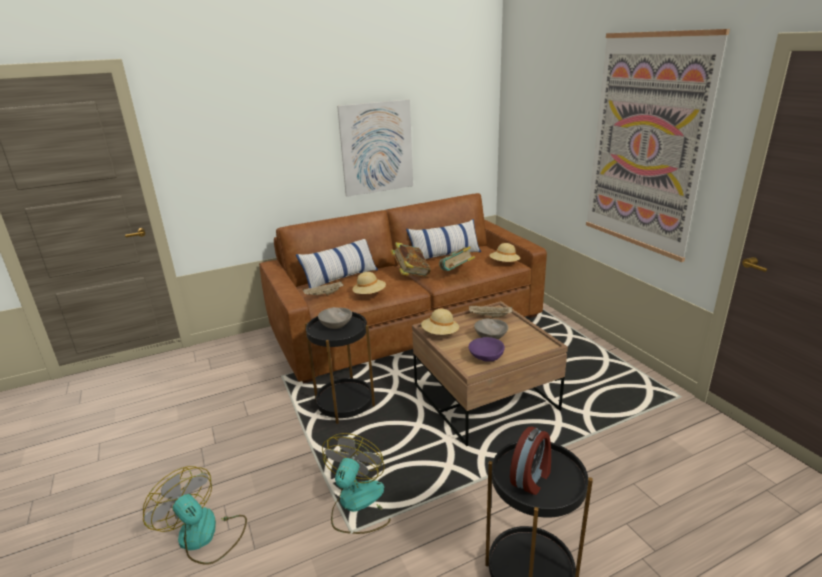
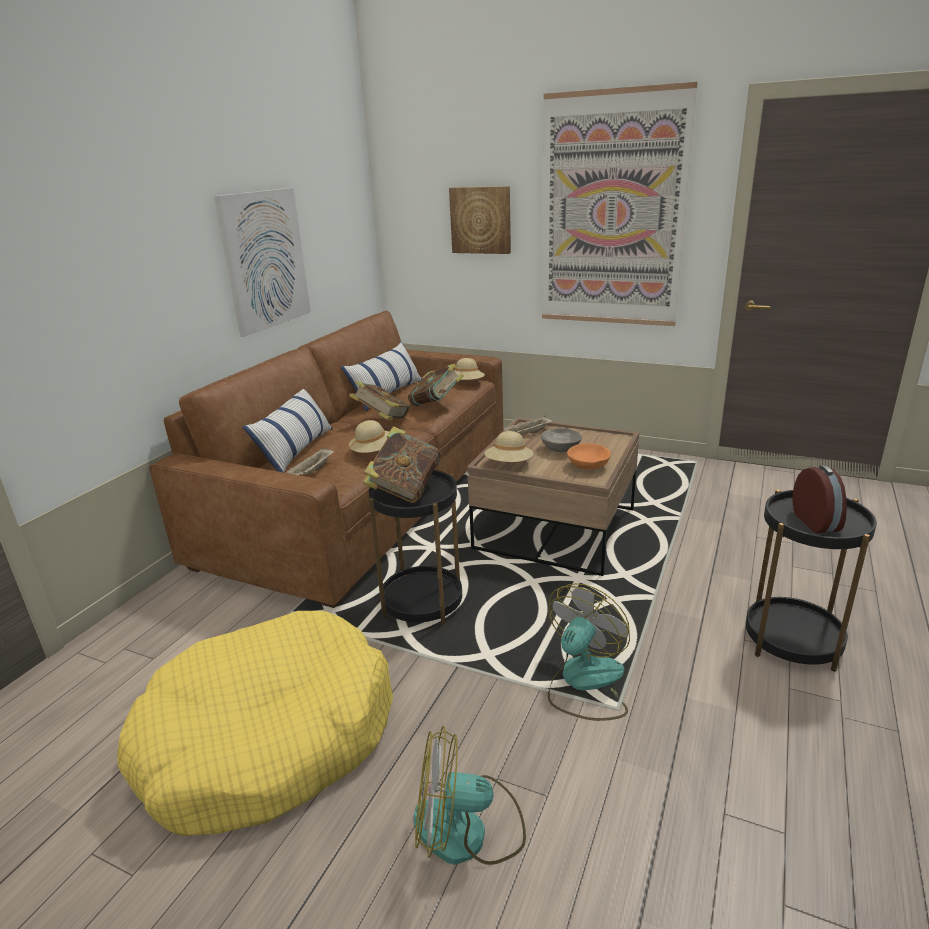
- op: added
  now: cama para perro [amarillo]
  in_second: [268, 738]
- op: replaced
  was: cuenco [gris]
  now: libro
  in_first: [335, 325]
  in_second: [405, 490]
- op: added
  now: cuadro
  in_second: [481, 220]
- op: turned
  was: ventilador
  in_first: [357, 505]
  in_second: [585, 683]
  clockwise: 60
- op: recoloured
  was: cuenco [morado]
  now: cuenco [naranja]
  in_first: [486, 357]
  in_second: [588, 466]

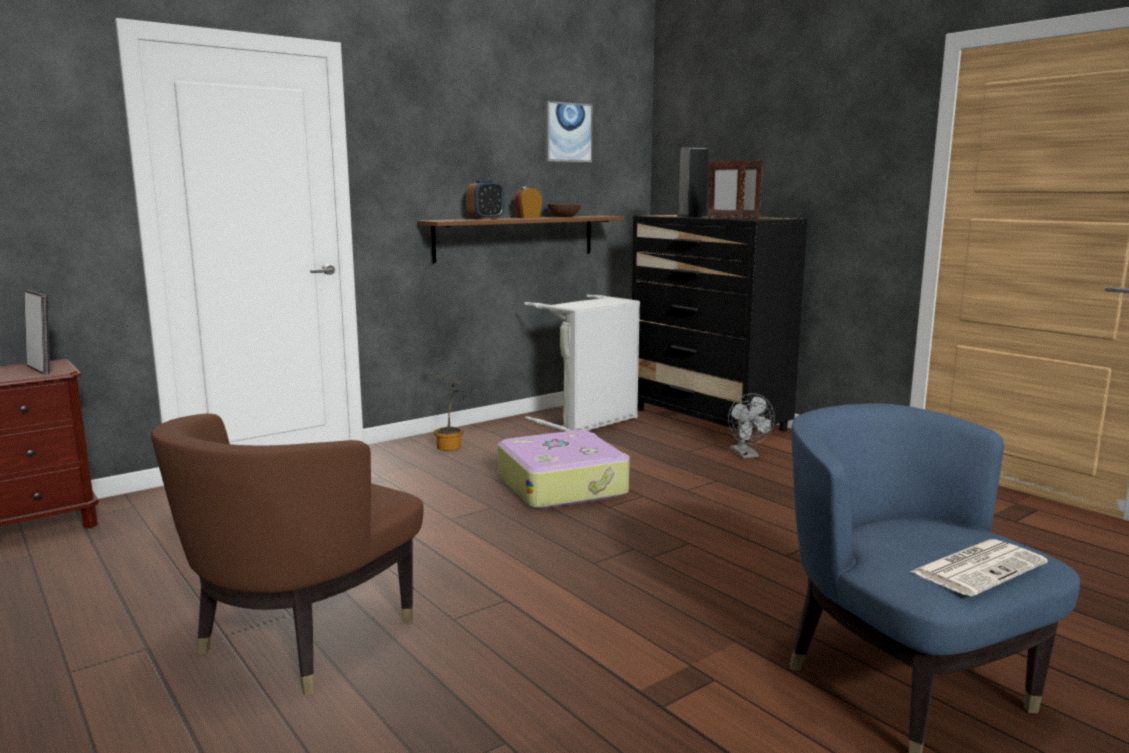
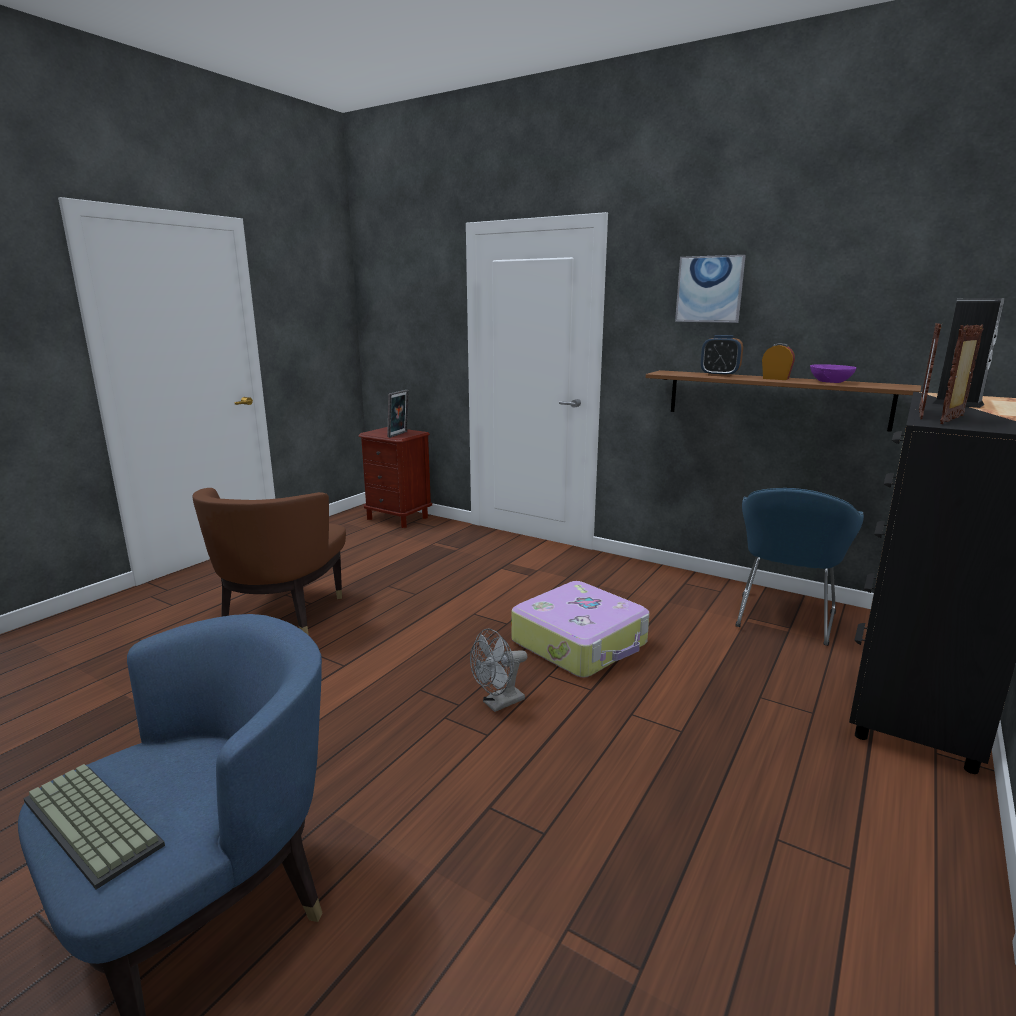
- op: replaced
  was: periódico
  now: teclado
  in_first: [978, 567]
  in_second: [96, 822]
- op: turned
  was: sillón [marrón]
  in_first: [303, 639]
  in_second: [282, 615]
  clockwise: -90
- op: moved
  was: ventilador [gris]
  in_first: [747, 455]
  in_second: [498, 703]
- op: moved
  was: cuadro
  in_first: [567, 132]
  in_second: [709, 289]
- op: replaced
  was: cesto de la ropa [gris]
  now: sillón [azul]
  in_first: [589, 421]
  in_second: [783, 621]
- op: recoloured
  was: cuenco [marrón]
  now: cuenco [morado]
  in_first: [563, 217]
  in_second: [830, 382]
- op: removed
  was: planta en maceta
  in_first: [453, 447]

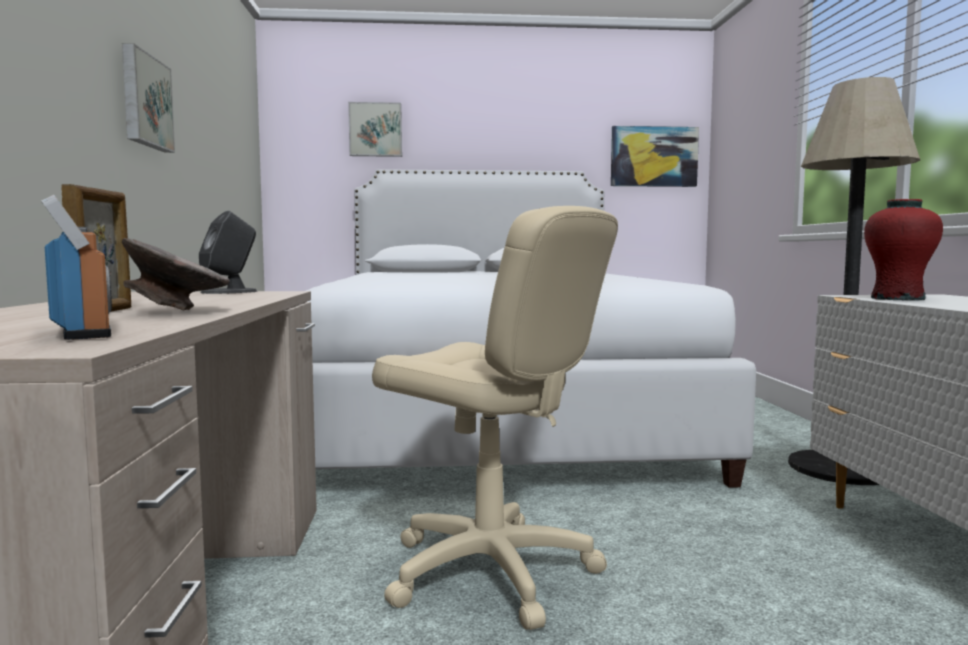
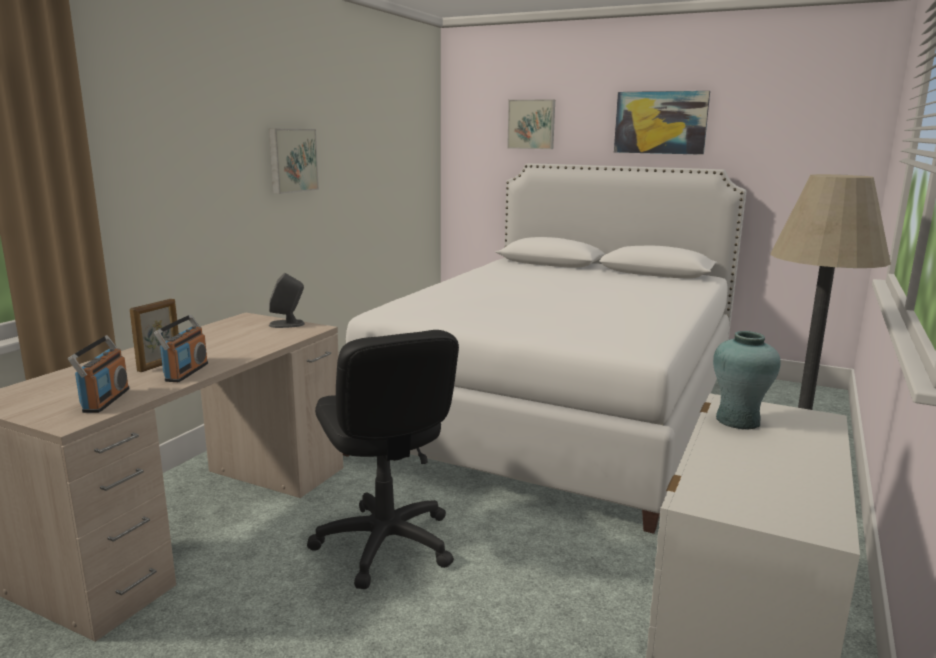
- op: replaced
  was: cuenco [gris]
  now: radio
  in_first: [178, 312]
  in_second: [186, 372]
- op: recoloured
  was: silla de oficina [beis]
  now: silla de oficina [negro]
  in_first: [490, 571]
  in_second: [385, 544]
- op: moved
  was: cuadro
  in_first: [653, 156]
  in_second: [660, 122]
- op: recoloured
  was: florero [rojo]
  now: florero [turquesa]
  in_first: [897, 298]
  in_second: [737, 420]

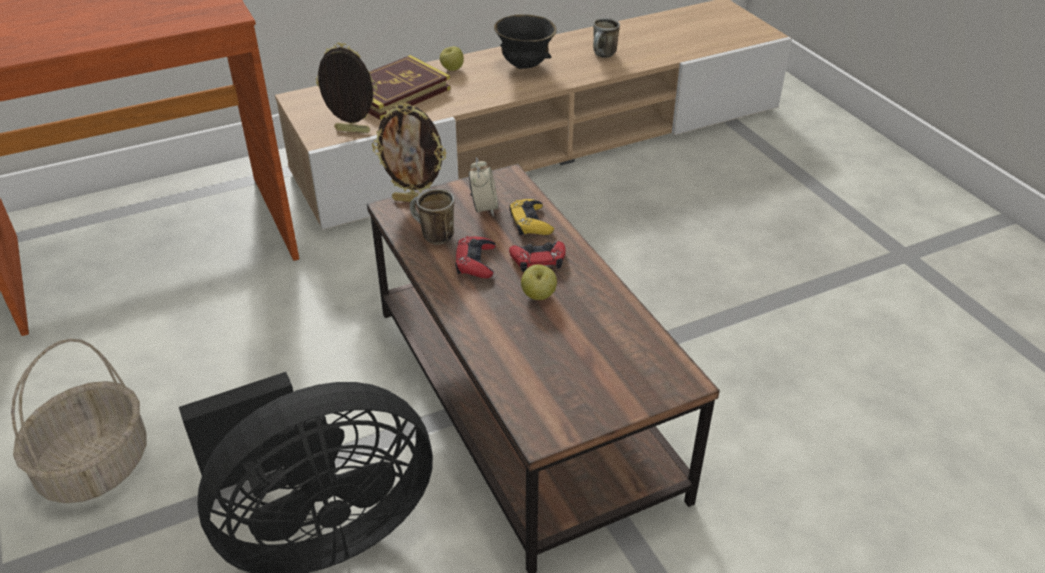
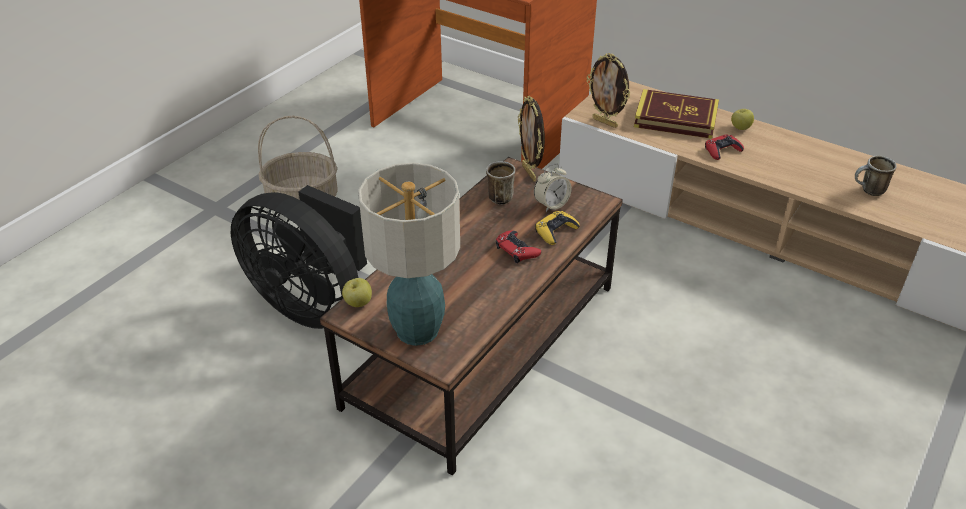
- op: moved
  was: manzana
  in_first: [538, 296]
  in_second: [358, 303]
- op: added
  now: lámpara de mesa
  in_second: [417, 329]
- op: turned
  was: portarretratos
  in_first: [351, 131]
  in_second: [605, 122]
  clockwise: 150
- op: moved
  was: mando de consola [rojo]
  in_first: [475, 262]
  in_second: [722, 150]
- op: removed
  was: cuenco [negro]
  in_first: [524, 66]

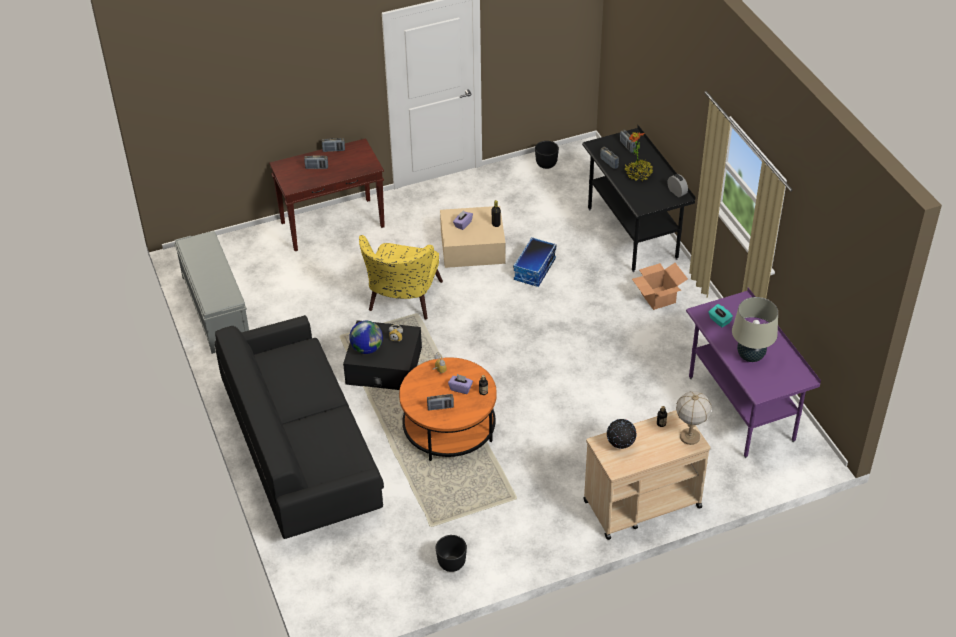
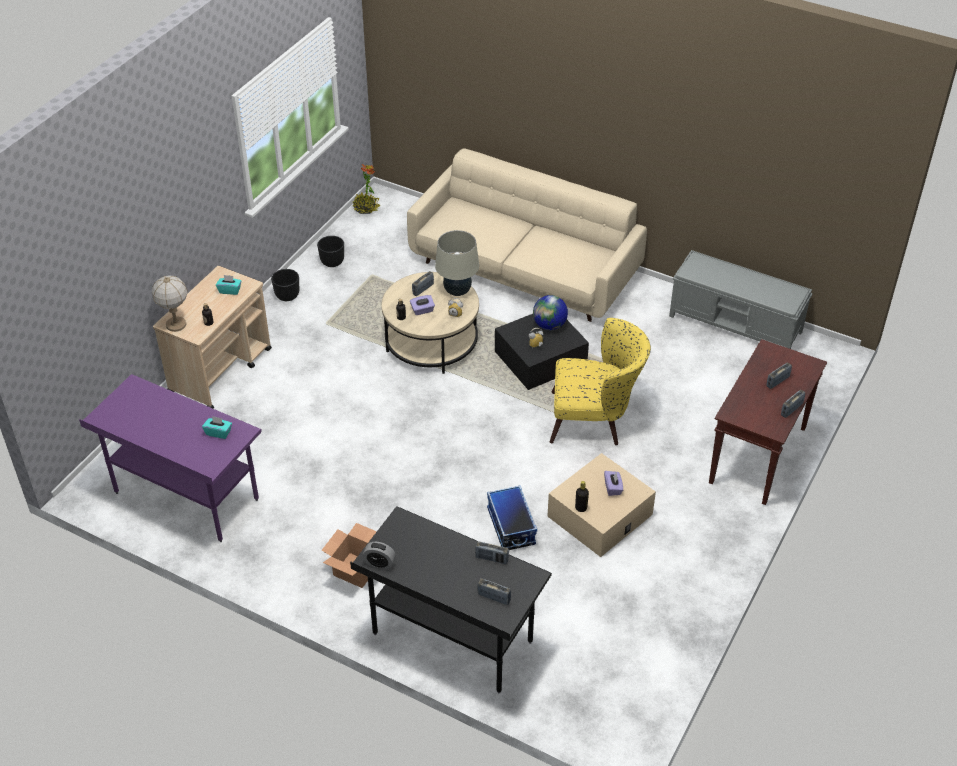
- op: replaced
  was: globo terráqueo
  now: caja de pañuelos [turquesa]
  in_first: [620, 446]
  in_second: [230, 290]
- op: moved
  was: maceta [negro]
  in_first: [546, 164]
  in_second: [287, 296]
- op: moved
  was: planta en maceta
  in_first: [638, 174]
  in_second: [366, 208]
- op: recoloured
  was: mesa de centro [naranja]
  now: mesa de centro [beis]
  in_first: [449, 427]
  in_second: [431, 342]
- op: recoloured
  was: sofá [negro]
  now: sofá [beis]
  in_first: [302, 449]
  in_second: [524, 270]
- op: moved
  was: lámpara de mesa [beis]
  in_first: [750, 356]
  in_second: [457, 291]
- op: turned
  was: sillón [amarillo]
  in_first: [402, 302]
  in_second: [594, 419]
  clockwise: 120

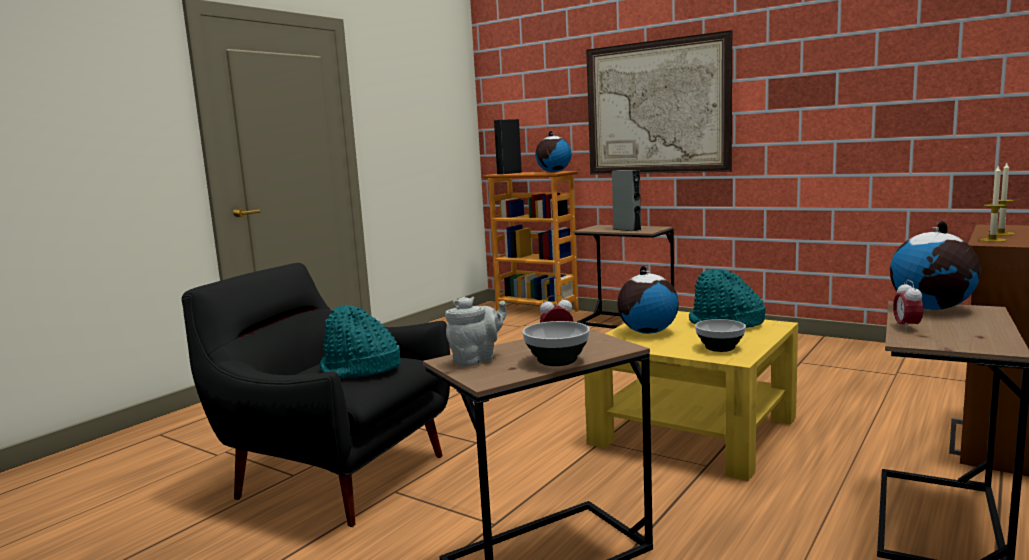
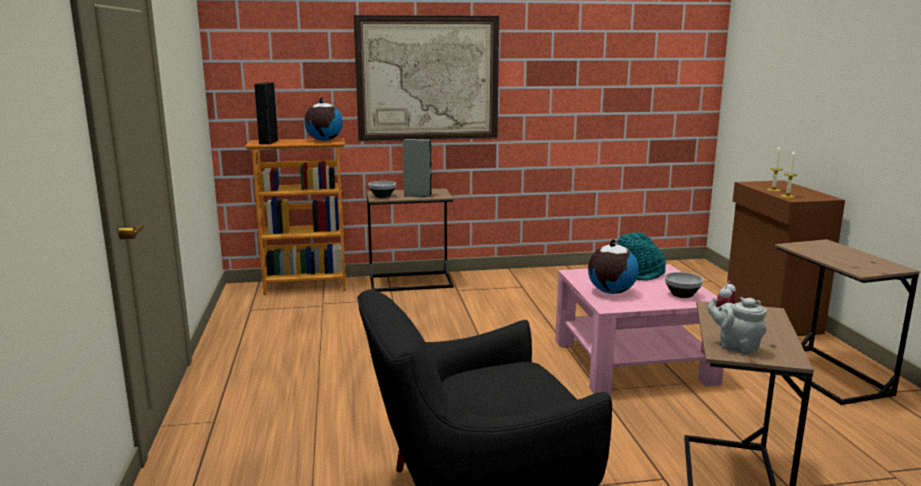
- op: moved
  was: cuenco
  in_first: [556, 361]
  in_second: [382, 196]
- op: recoloured
  was: mesa de centro [amarillo]
  now: mesa de centro [rosa]
  in_first: [694, 431]
  in_second: [632, 361]
- op: turned
  was: tetera [gris]
  in_first: [477, 360]
  in_second: [736, 346]
  clockwise: -60
- op: removed
  was: sombrero [turquesa]
  in_first: [359, 369]
- op: removed
  was: globo terráqueo
  in_first: [932, 308]
- op: removed
  was: despertador
  in_first: [906, 327]

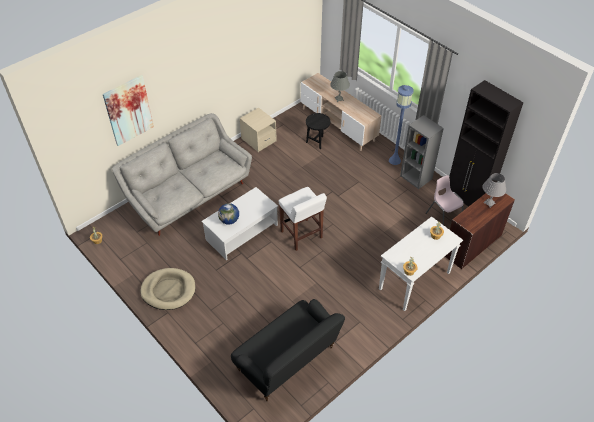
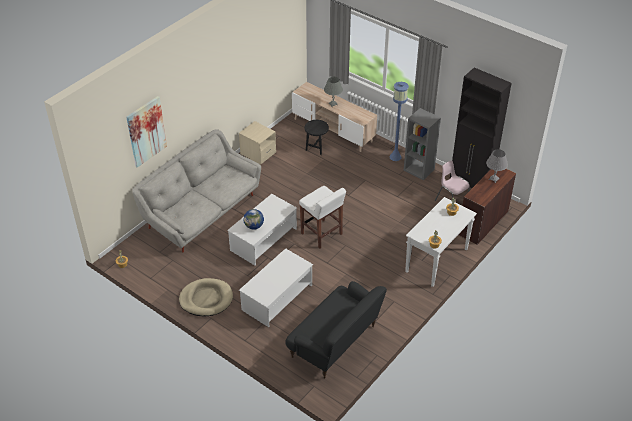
- op: added
  now: mesa de centro [blanco]
  in_second: [277, 298]

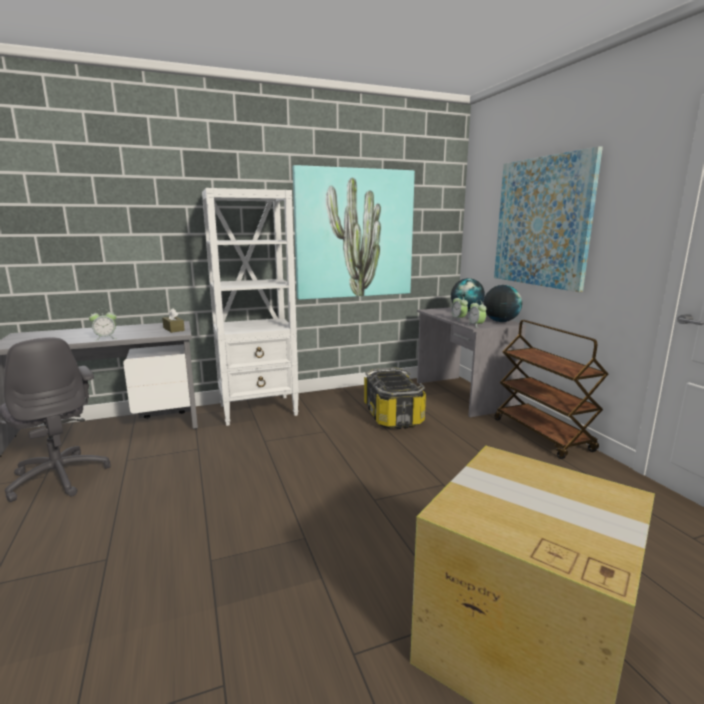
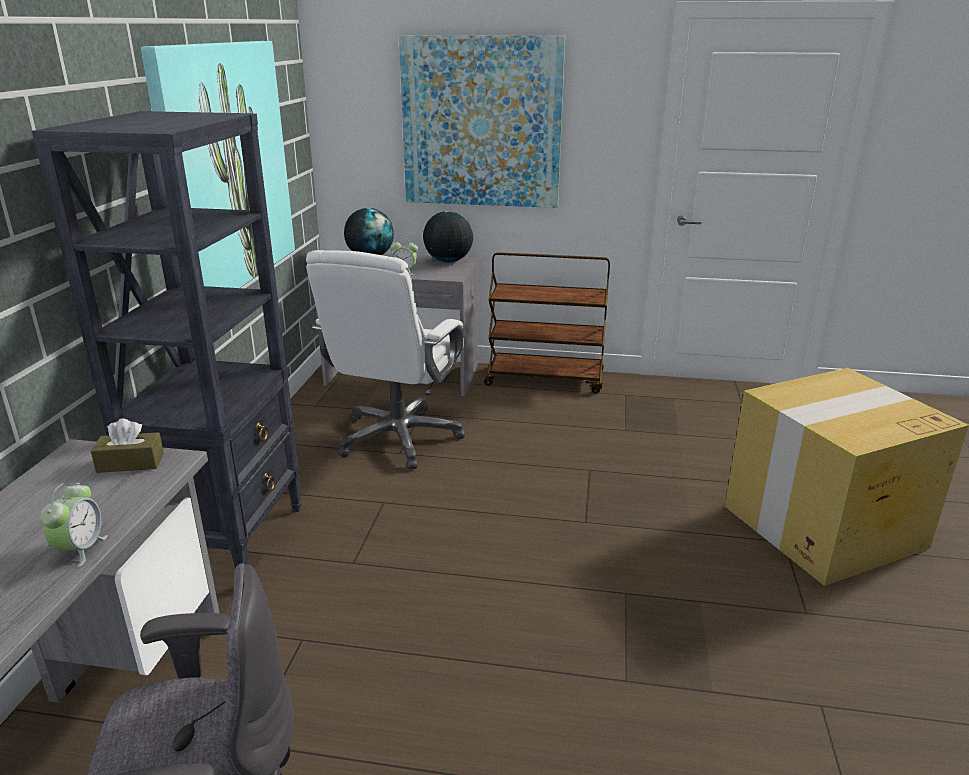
- op: recoloured
  was: estantería [blanco]
  now: estantería [negro]
  in_first: [259, 410]
  in_second: [229, 540]
- op: replaced
  was: caja de almacenaje
  now: silla de oficina [blanco]
  in_first: [392, 415]
  in_second: [398, 438]
- op: removed
  was: despertador
  in_first: [476, 325]

